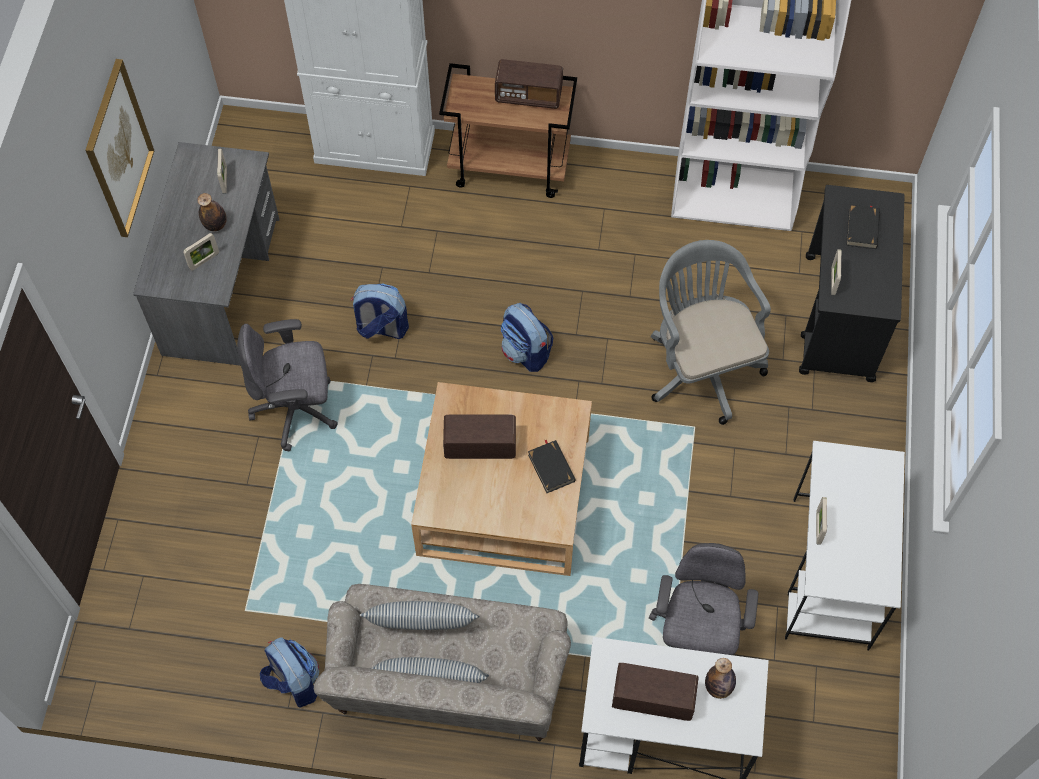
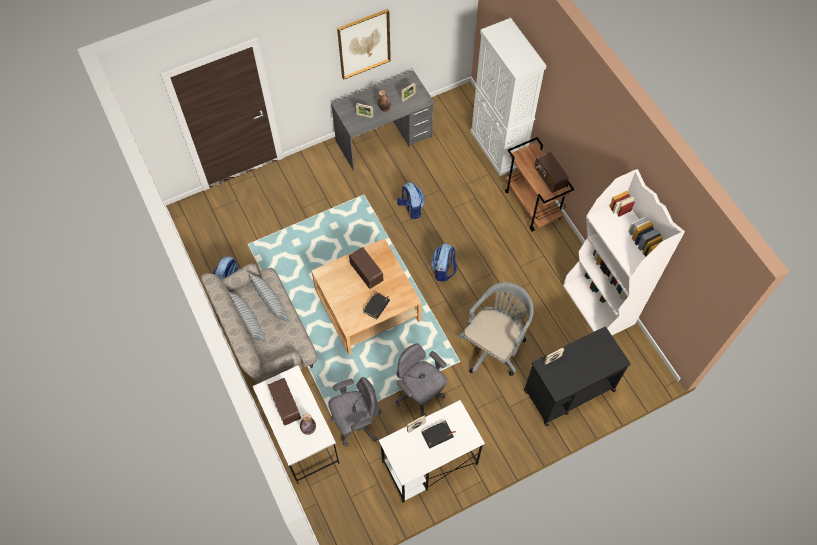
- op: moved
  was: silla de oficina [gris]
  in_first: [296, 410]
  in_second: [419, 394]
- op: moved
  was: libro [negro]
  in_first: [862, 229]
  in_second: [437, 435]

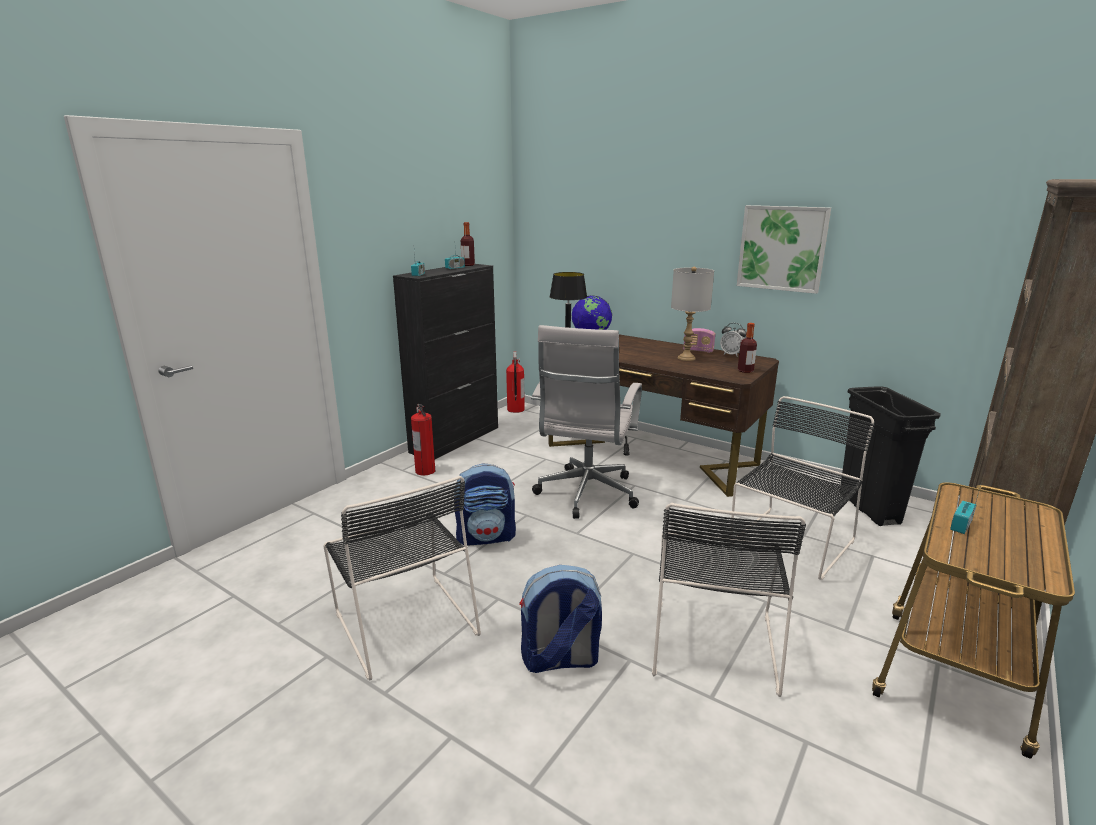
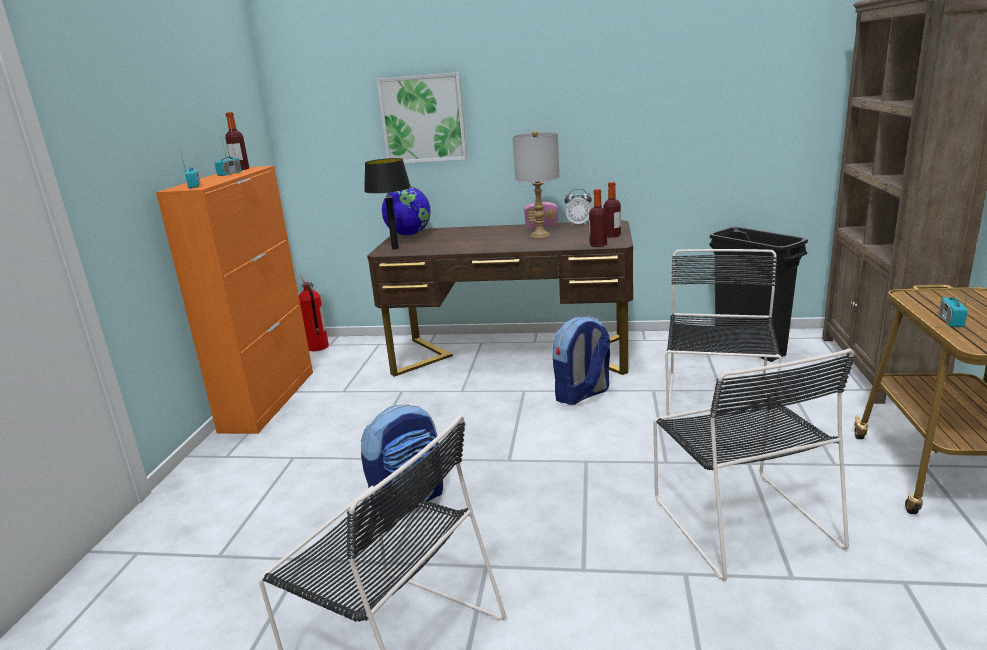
- op: recoloured
  was: armario [negro]
  now: armario [naranja]
  in_first: [456, 439]
  in_second: [269, 400]
- op: moved
  was: cuadro
  in_first: [782, 248]
  in_second: [423, 119]
- op: moved
  was: mochila
  in_first: [560, 660]
  in_second: [582, 395]
- op: added
  now: botella
  in_second: [598, 245]
- op: removed
  was: extintor
  in_first: [425, 470]
- op: removed
  was: silla de oficina [blanco]
  in_first: [586, 495]

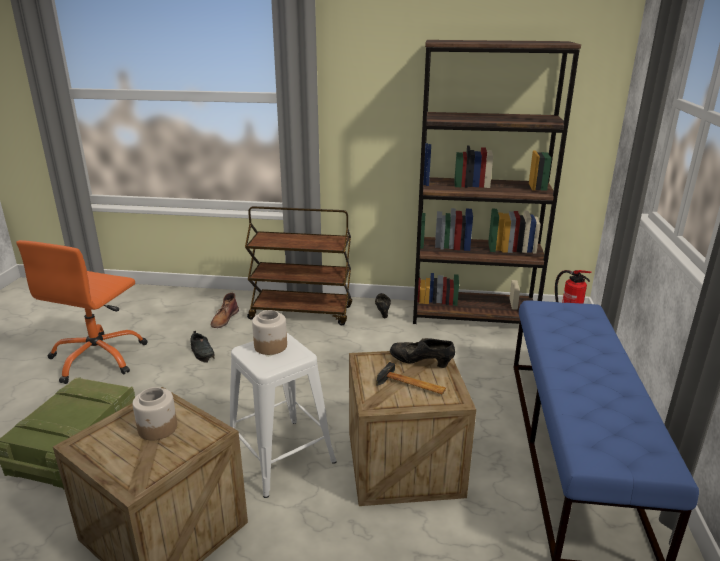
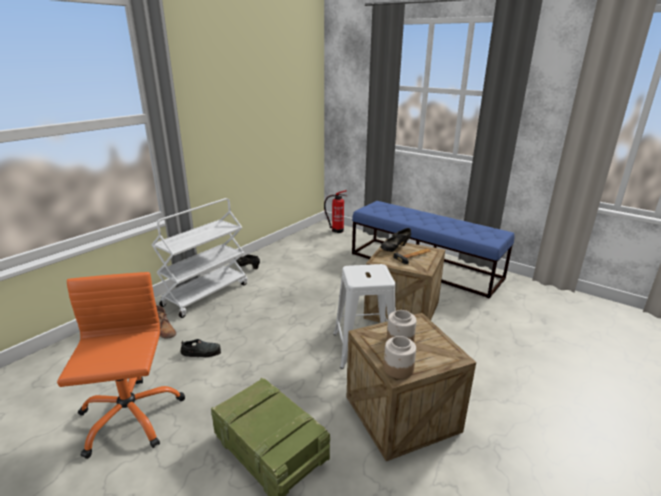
- op: turned
  was: silla de oficina [naranja]
  in_first: [98, 358]
  in_second: [130, 417]
  clockwise: -150
- op: recoloured
  was: carrito [marrón]
  now: carrito [blanco]
  in_first: [302, 312]
  in_second: [206, 294]
- op: moved
  was: tarro
  in_first: [270, 346]
  in_second: [398, 368]
- op: removed
  was: estantería [marrón]
  in_first: [473, 316]

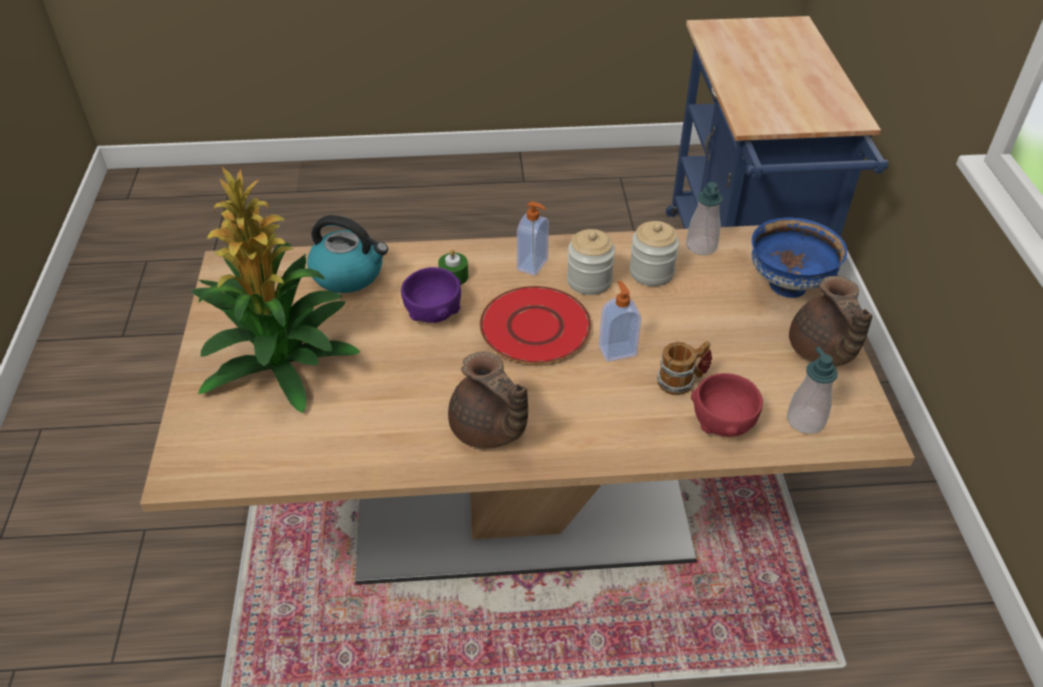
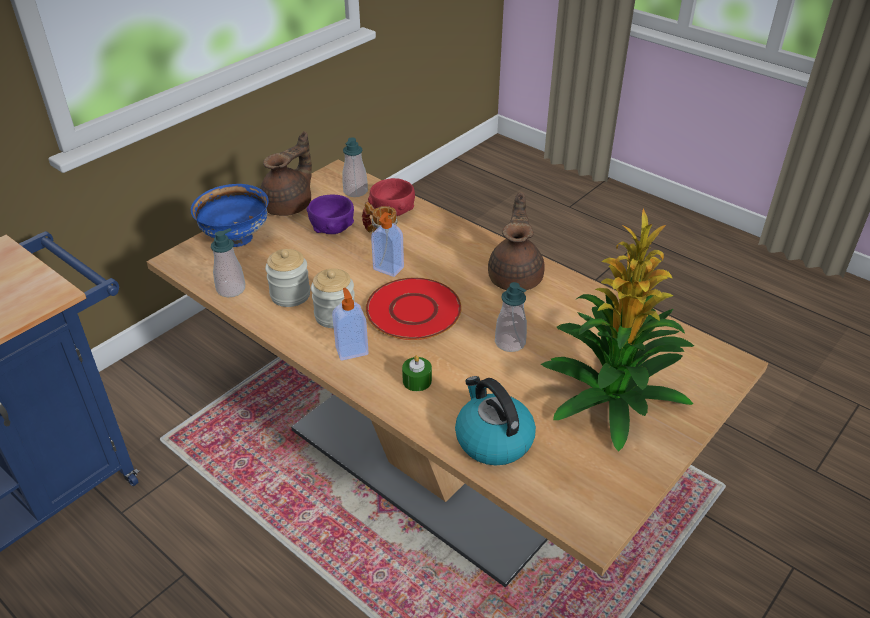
- op: moved
  was: cuenco [morado]
  in_first: [433, 312]
  in_second: [332, 228]
- op: added
  now: dispensador de jabón
  in_second: [510, 342]

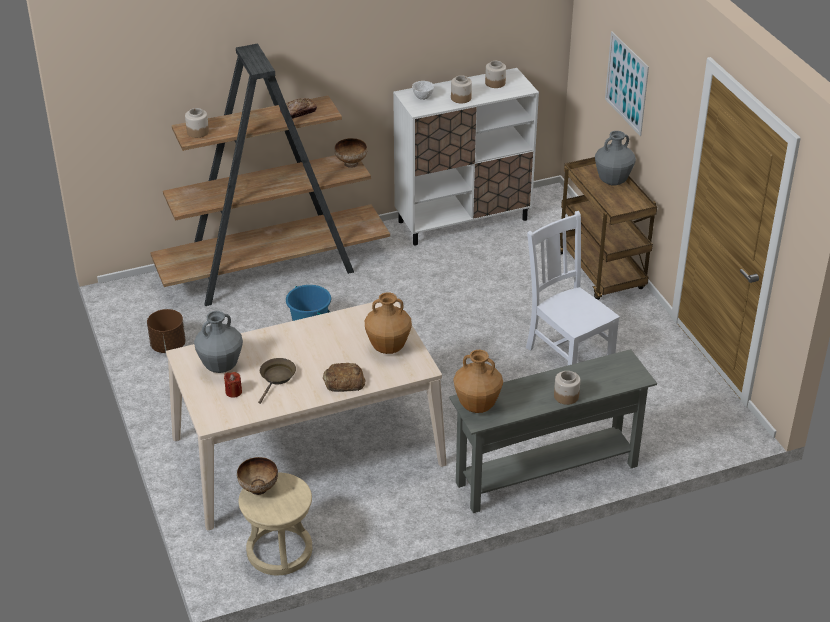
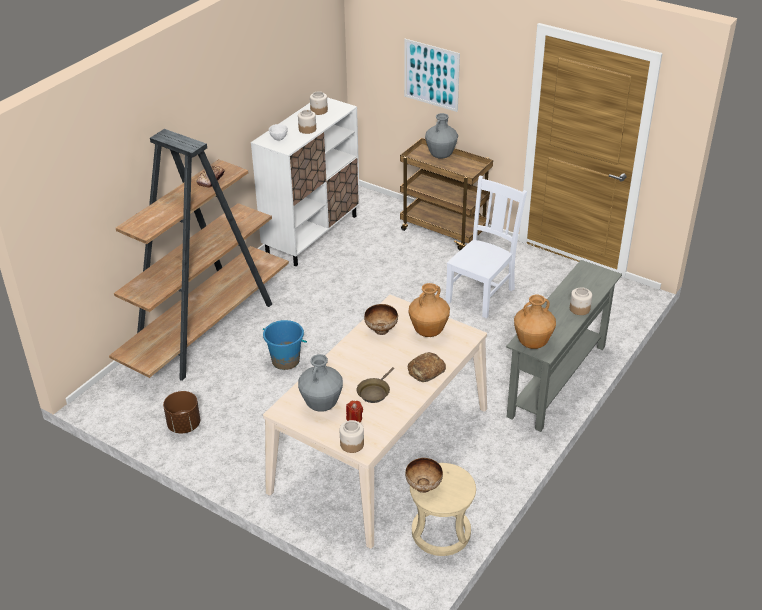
- op: moved
  was: tarro
  in_first: [197, 132]
  in_second: [351, 444]
- op: turned
  was: sartén [marrón]
  in_first: [277, 378]
  in_second: [374, 392]
  clockwise: -135
- op: moved
  was: cuenco
  in_first: [351, 163]
  in_second: [381, 330]
- op: turned
  was: silla [blanco]
  in_first: [567, 353]
  in_second: [481, 294]
  clockwise: 105

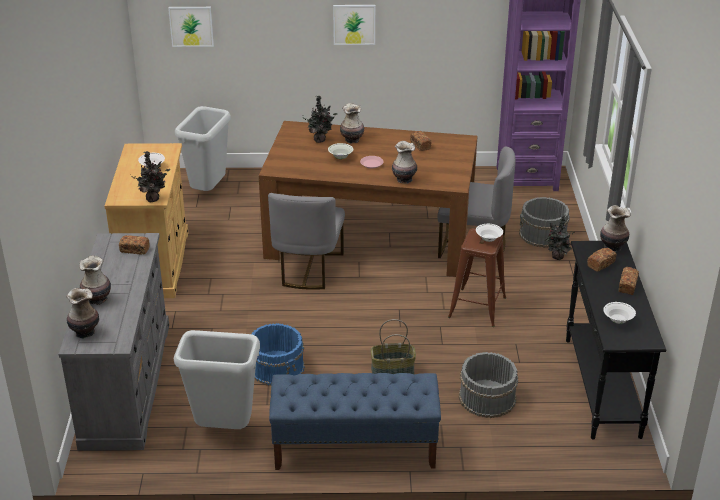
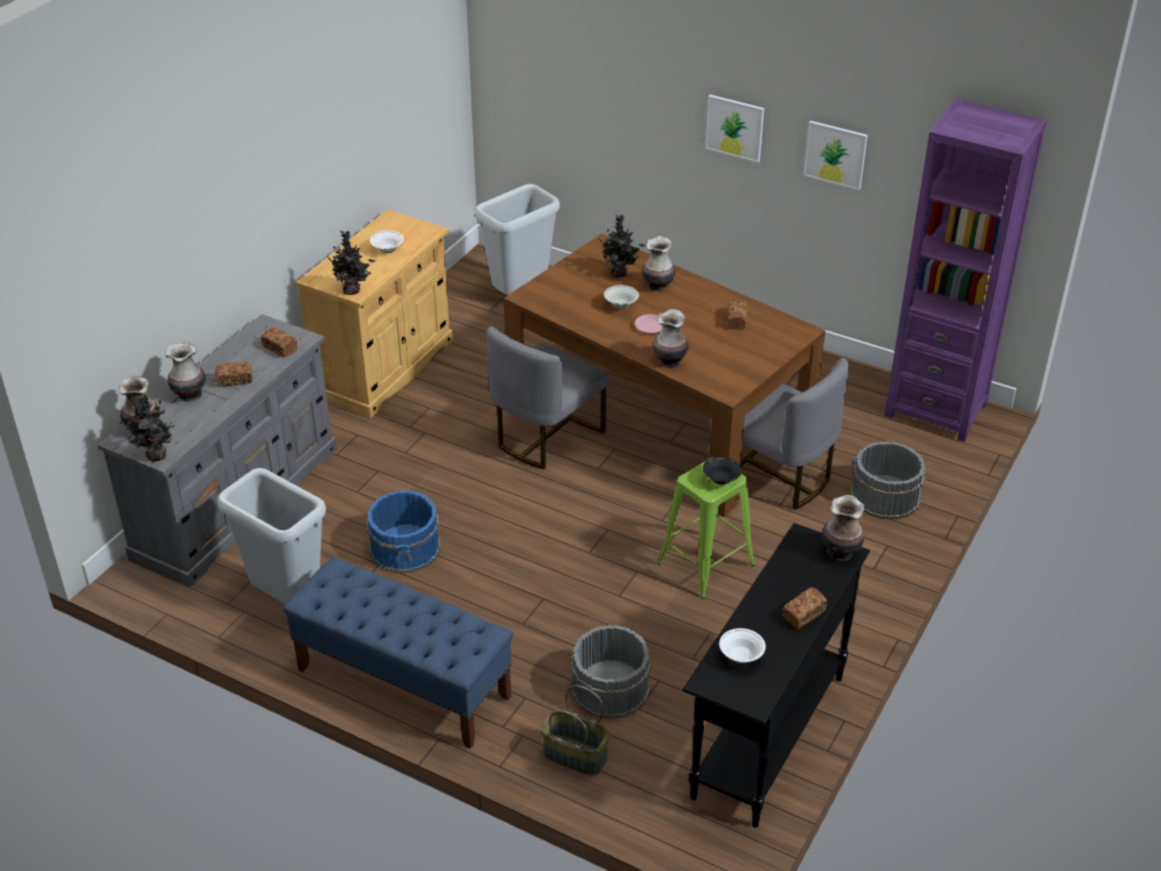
- op: moved
  was: planta en maceta
  in_first: [557, 257]
  in_second: [155, 456]
- op: moved
  was: pan
  in_first: [600, 264]
  in_second: [235, 380]
- op: moved
  was: cesta
  in_first: [392, 372]
  in_second: [574, 756]
- op: recoloured
  was: taburete [marrón]
  now: taburete [verde]
  in_first: [477, 307]
  in_second: [706, 564]
- op: recoloured
  was: cuenco [blanco]
  now: cuenco [negro]
  in_first: [488, 239]
  in_second: [721, 480]
- op: moved
  was: cuadro
  in_first: [191, 26]
  in_second: [835, 154]

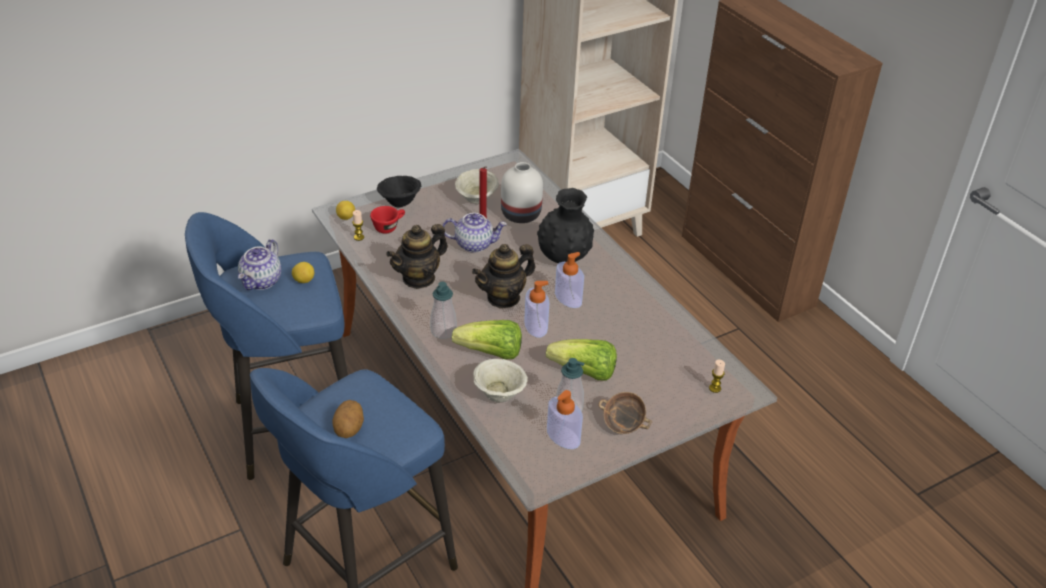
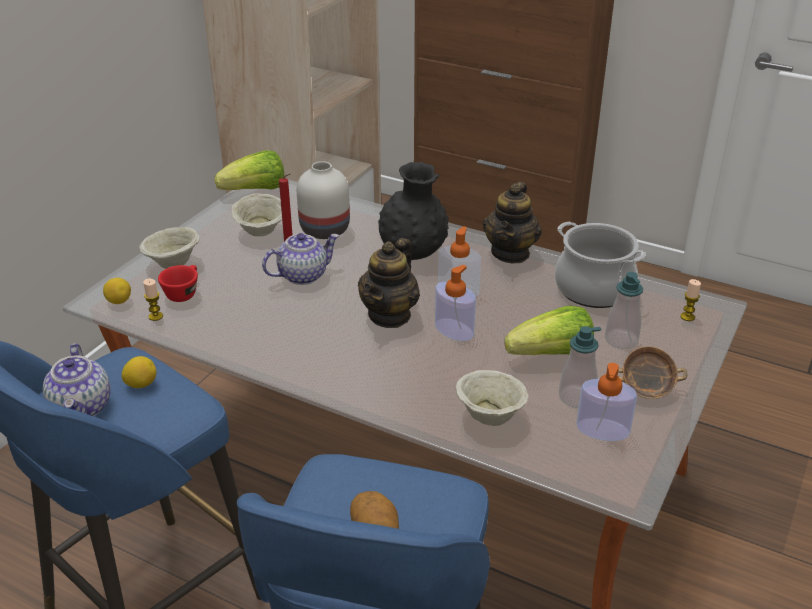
- op: recoloured
  was: cuenco [negro]
  now: cuenco [beis]
  in_first: [399, 203]
  in_second: [173, 264]
- op: moved
  was: lechuga
  in_first: [491, 353]
  in_second: [255, 191]
- op: moved
  was: tetera
  in_first: [419, 278]
  in_second: [510, 253]
- op: added
  now: olla
  in_second: [594, 289]
- op: moved
  was: dispensador de jabón
  in_first: [443, 331]
  in_second: [621, 340]

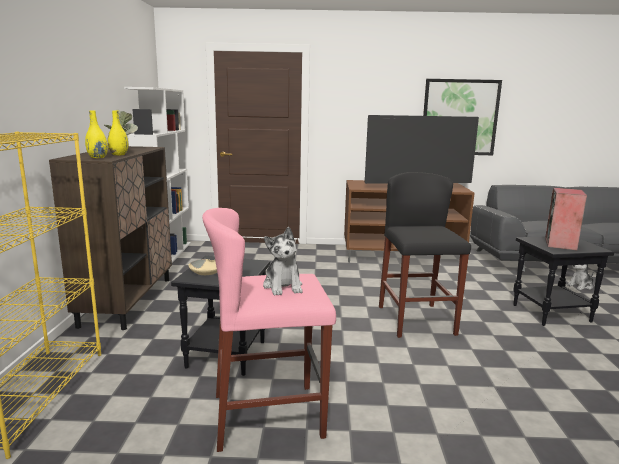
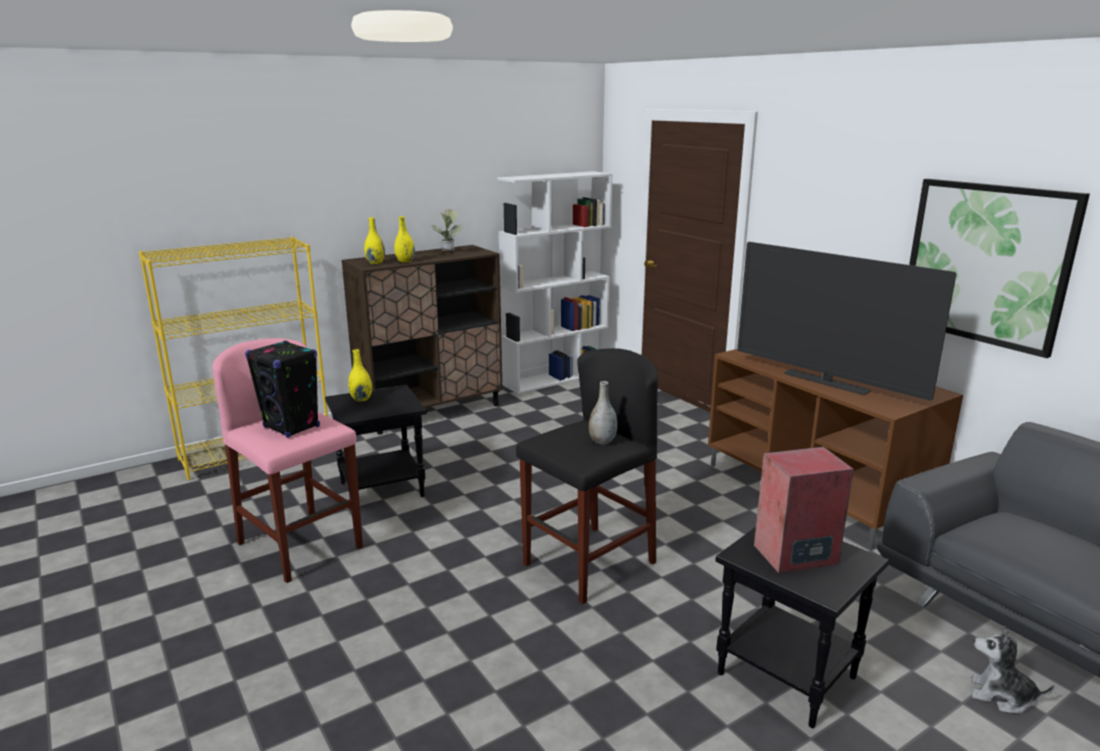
- op: replaced
  was: peluche
  now: altavoz [negro]
  in_first: [283, 286]
  in_second: [292, 427]
- op: replaced
  was: cuenco [beis]
  now: florero [amarillo]
  in_first: [207, 272]
  in_second: [361, 399]
- op: added
  now: florero [gris]
  in_second: [602, 441]

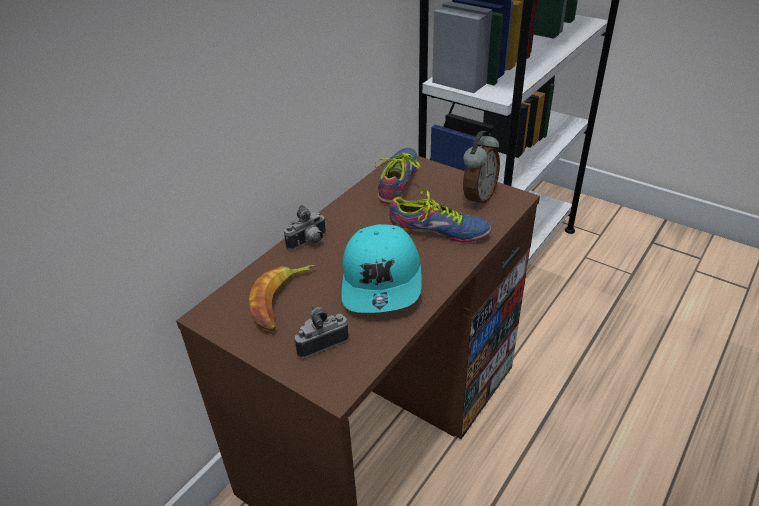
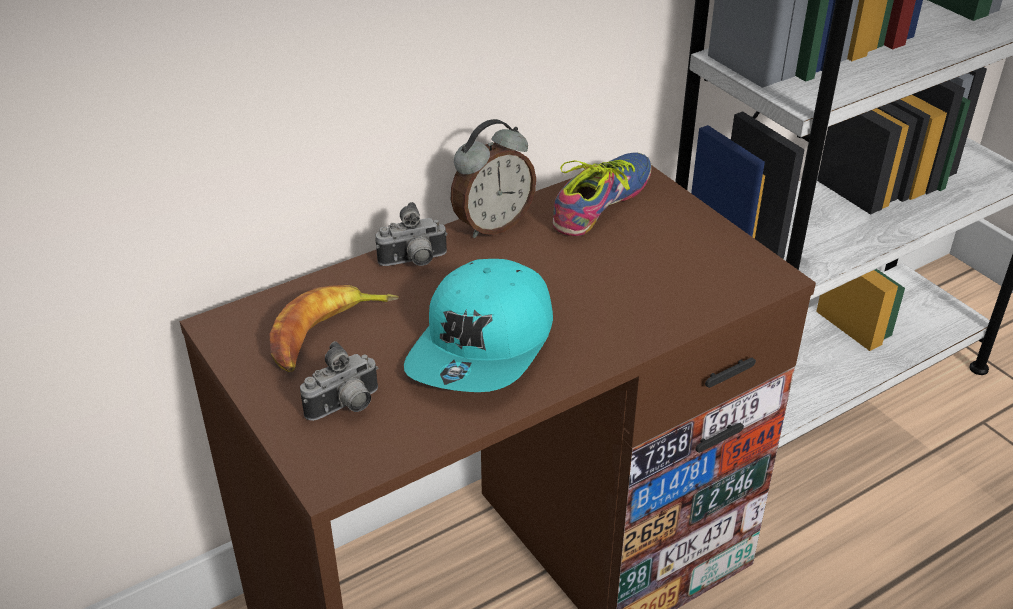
- op: turned
  was: cámara
  in_first: [320, 342]
  in_second: [346, 407]
  clockwise: 150
- op: moved
  was: despertador
  in_first: [478, 197]
  in_second: [492, 224]
- op: removed
  was: zapato
  in_first: [439, 232]

